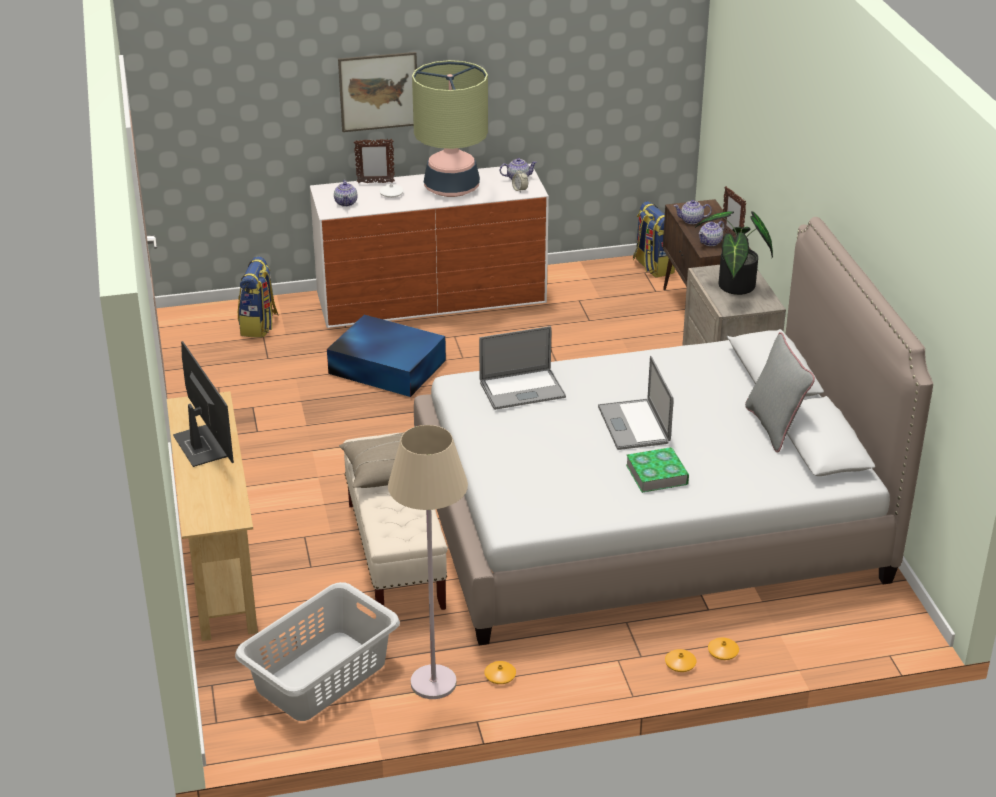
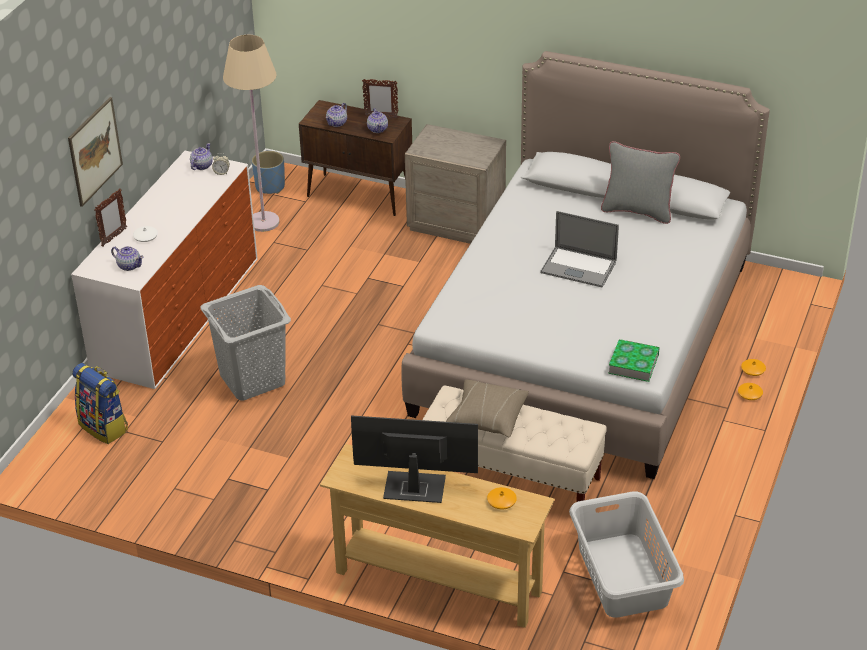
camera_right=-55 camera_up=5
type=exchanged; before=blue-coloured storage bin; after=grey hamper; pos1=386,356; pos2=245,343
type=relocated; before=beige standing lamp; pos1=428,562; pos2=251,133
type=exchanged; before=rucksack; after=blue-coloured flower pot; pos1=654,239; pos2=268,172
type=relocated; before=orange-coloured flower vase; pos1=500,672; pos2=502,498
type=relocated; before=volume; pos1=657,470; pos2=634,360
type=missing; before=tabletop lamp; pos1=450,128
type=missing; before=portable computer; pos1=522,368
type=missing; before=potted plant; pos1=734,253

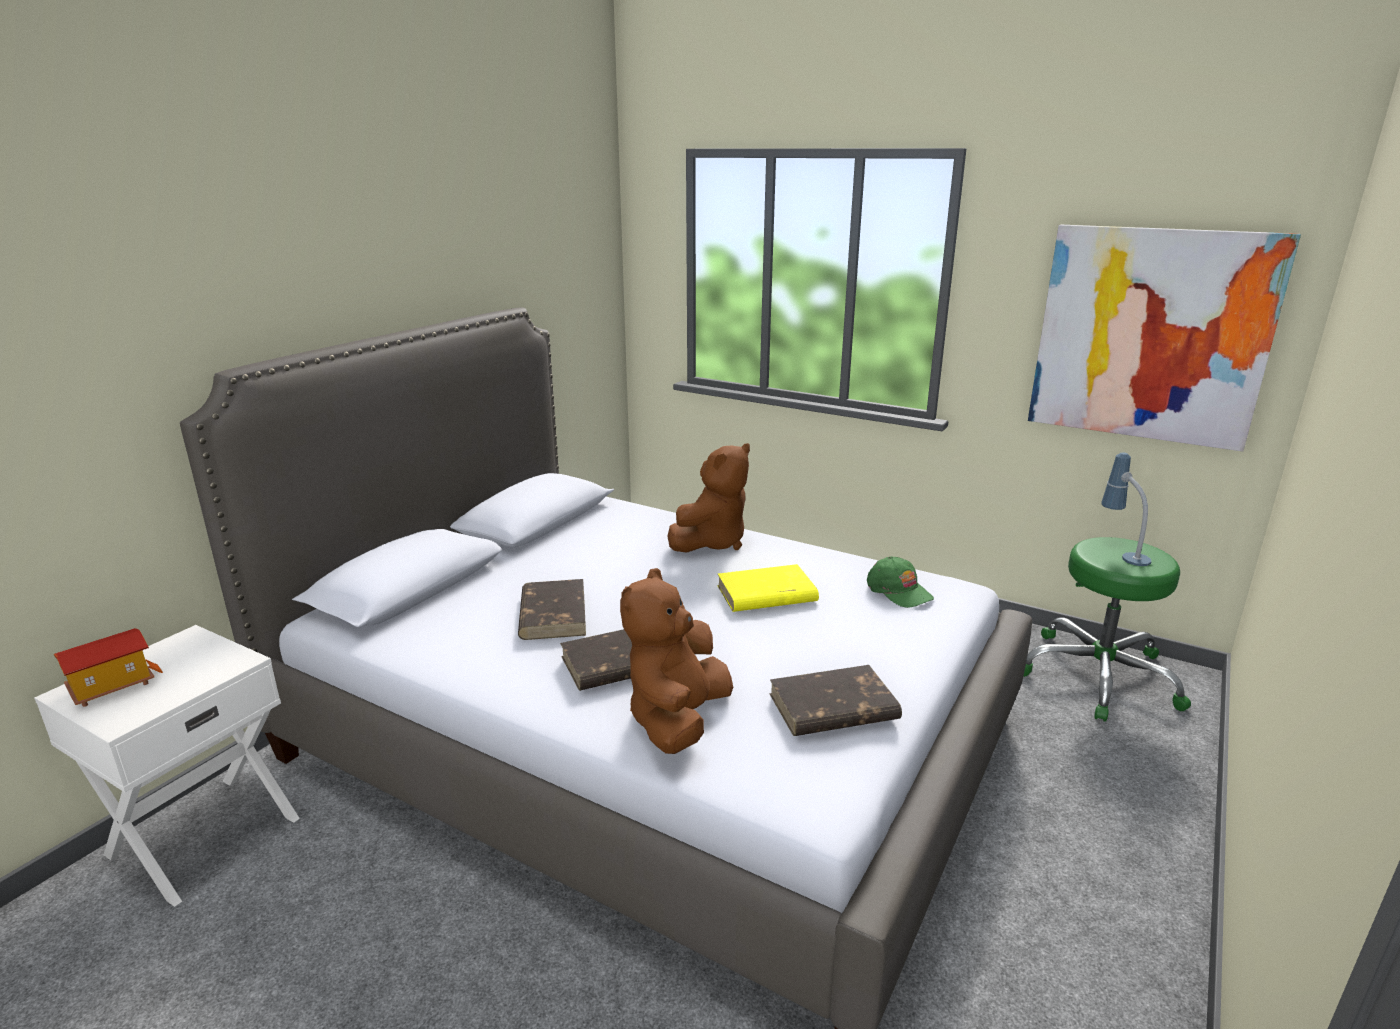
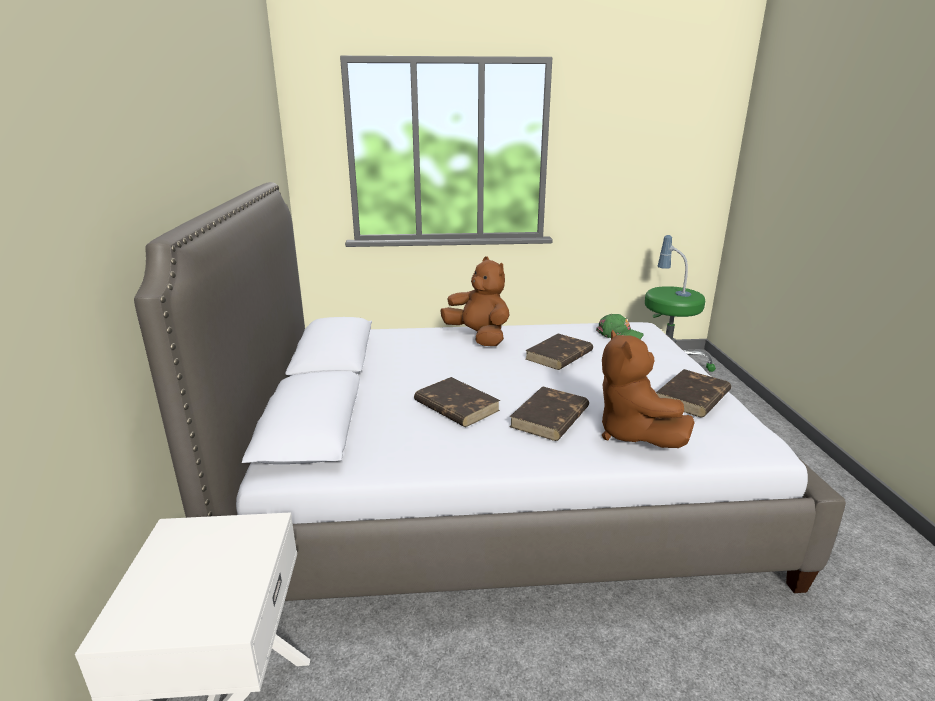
camera_right=-35 camera_up=0
type=spun; before=brownish soft toy; pos1=709,498; pos2=474,301; turn=-45
type=colour; before=yellow volume; after=brownish volume; pos1=768,588; pos2=559,351
type=missing; before=model house; pos1=108,667
type=missing; before=wall art; pos1=1164,338

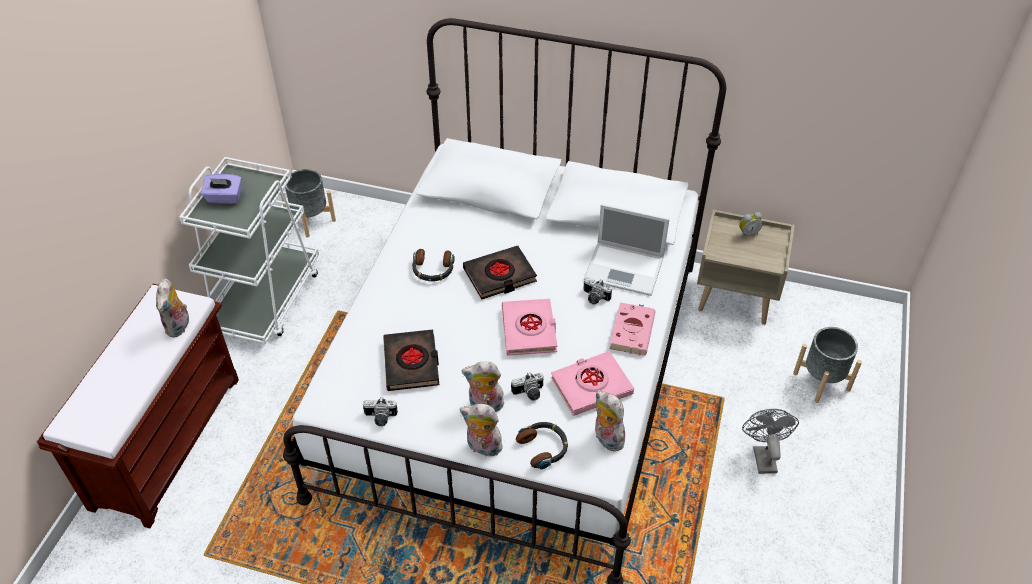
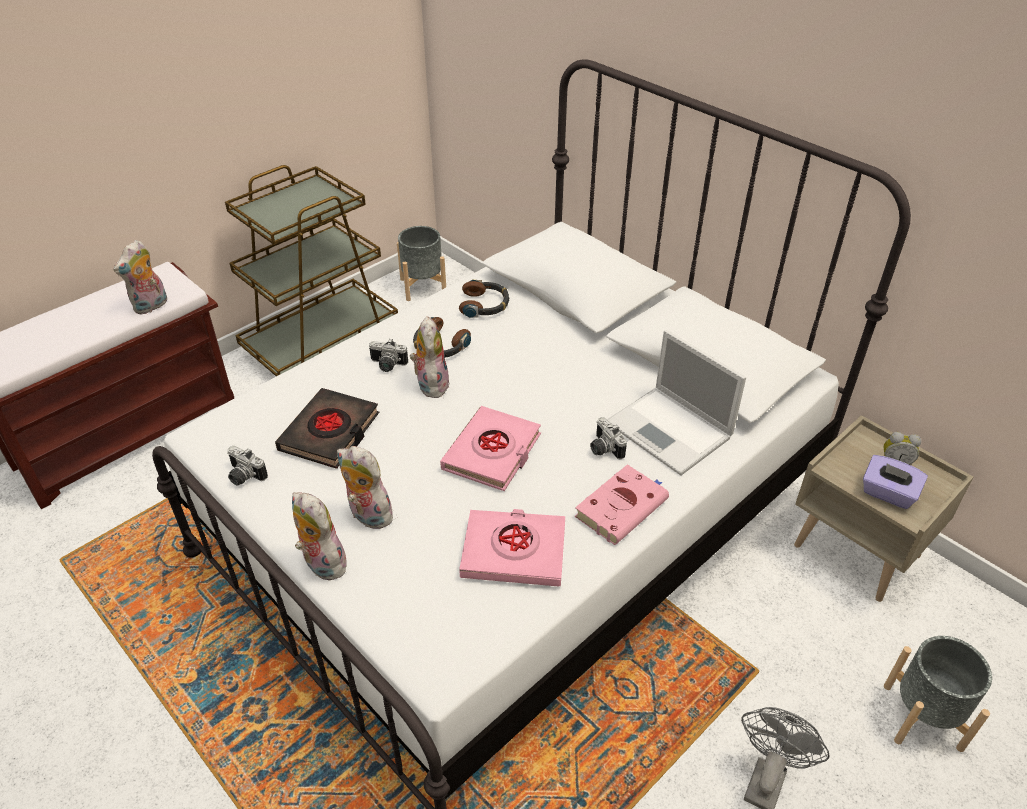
camera_right=30 camera_up=-5
type=colour; before=white-coloured trolley; after=brownish trolley; pos1=249,250; pos2=311,270
type=relocated; before=still camera; pos1=527,386; pos2=388,355
type=relocated; before=soft toy; pos1=610,420; pos2=430,357
type=relocated; before=headphones; pos1=542,445; pos2=484,298
type=relocated; before=purple-coloured tissue holder; pos1=221,189; pos2=895,482
type=missing; before=blackish volume; pos1=500,273

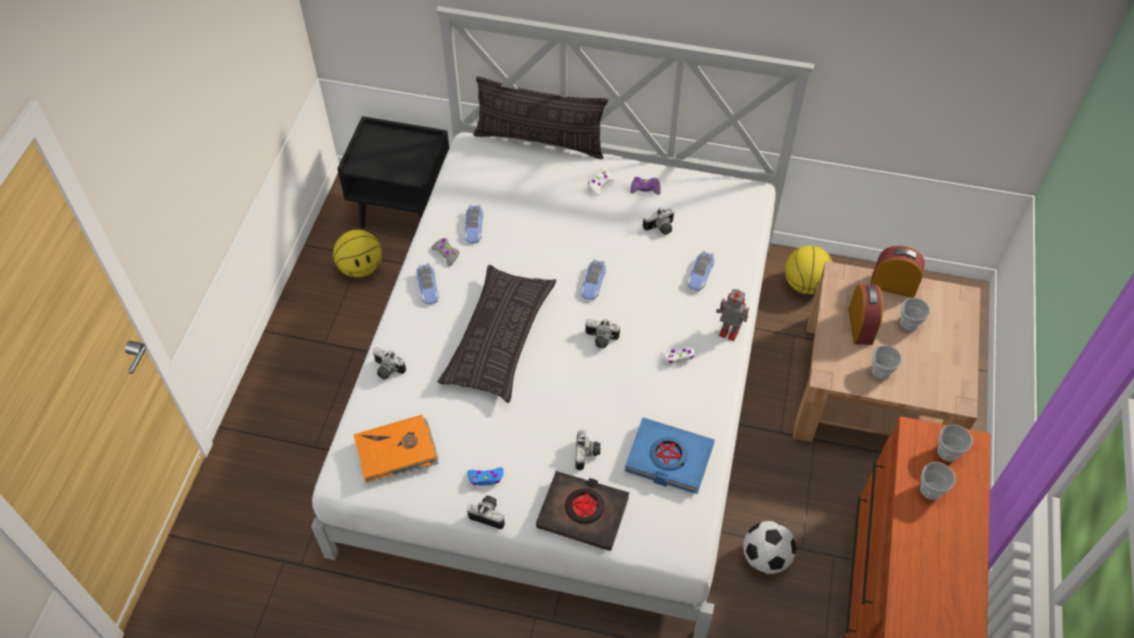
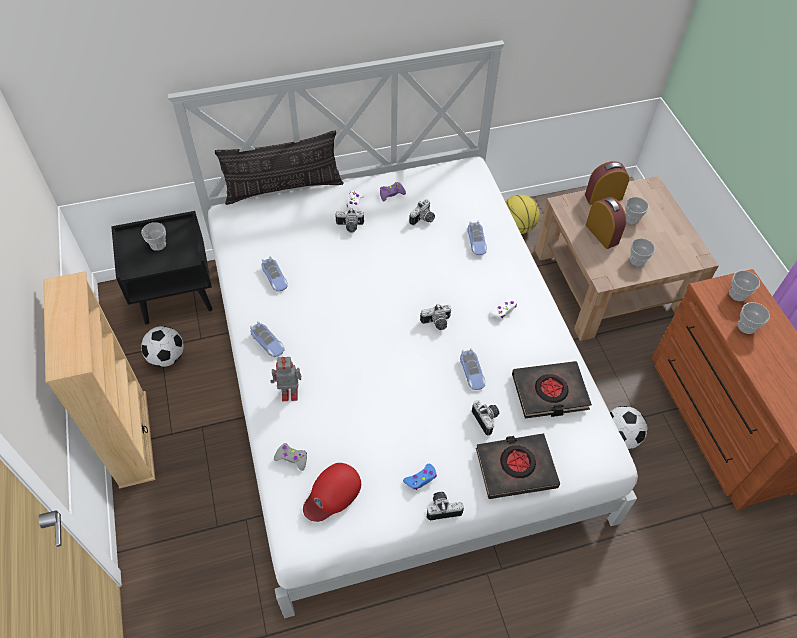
camera_right=-30 camera_up=0
type=appeared; after=beige shelving unit; pos2=99,379
type=appeared; after=drinking cup; pos2=153,236
type=exchanged; before=basketball ball; after=football ball; pos1=357,254; pos2=162,346
type=relocated; before=robot figure; pos1=732,315; pos2=285,379
type=relocated; before=grey joypad; pos1=445,252; pos2=290,457
type=exchanged; before=orange-coloured volume; after=red baseball cap; pos1=396,449; pos2=332,492
type=relocated; before=still camera; pos1=389,363; pos2=349,220
type=relocated; before=model car; pos1=593,279; pos2=472,369
type=colour; before=blue-coloured volume; after=blackish volume; pos1=670,456; pos2=552,389
type=missing; before=throw pillow; pos1=496,334

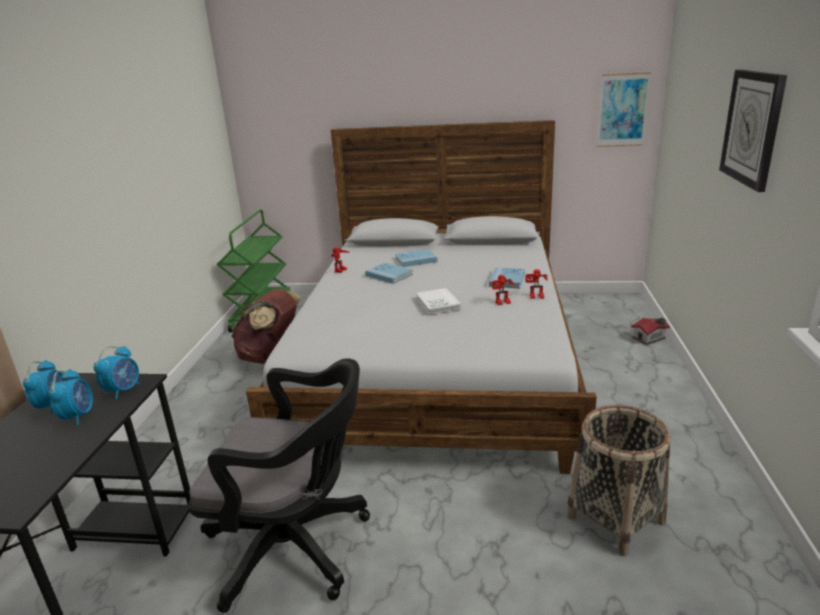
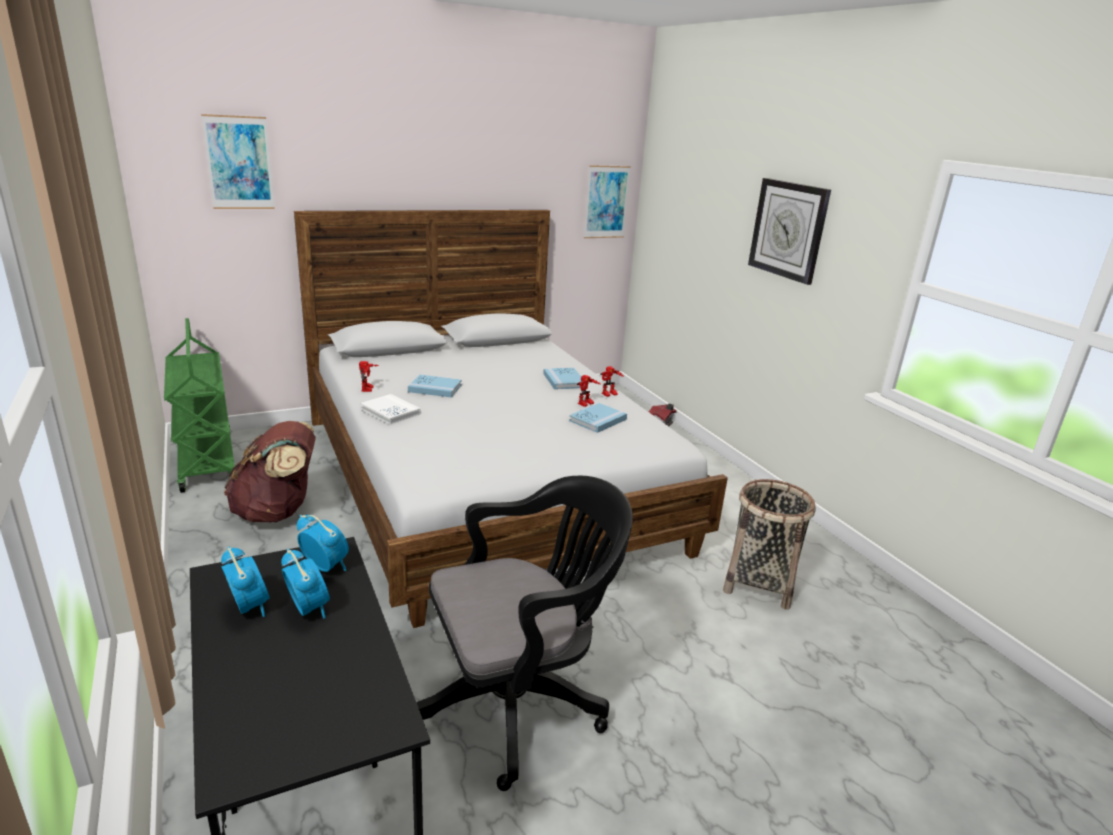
camera_right=-35 camera_up=0
type=appeared; after=wall art; pos2=238,161
type=spun; before=table clock; pos1=116,373; pos2=323,543; turn=-45
type=relocated; before=white-coloured volume; pos1=438,301; pos2=391,409
type=relocated; before=blue-coloured volume; pos1=416,258; pos2=598,418

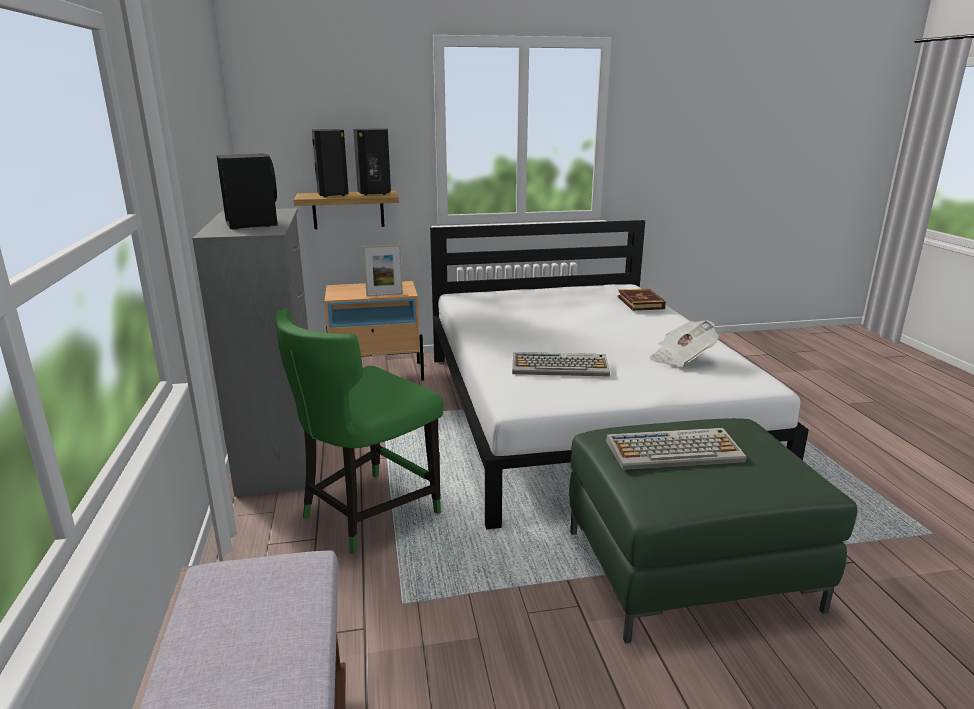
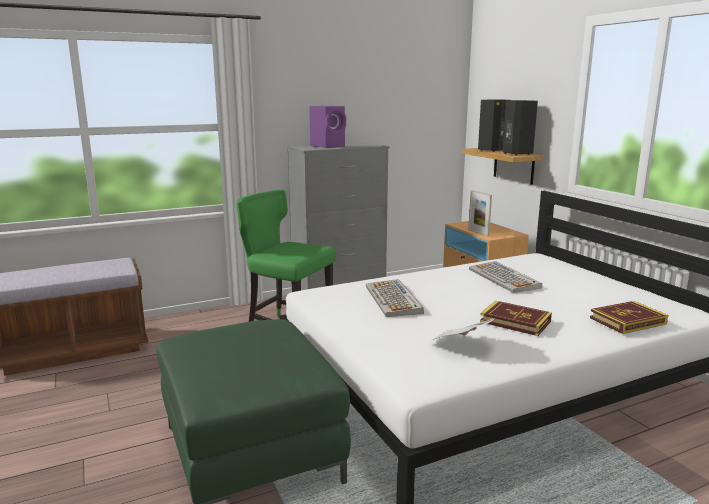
camera_right=75 camera_up=-5
type=colour; before=blackish loudspeaker; after=purple-coloured loudspeaker; pos1=247,191; pos2=327,127
type=relocated; before=computer keyboard; pos1=676,449; pos2=505,277
type=appeared; after=volume; pos2=516,318

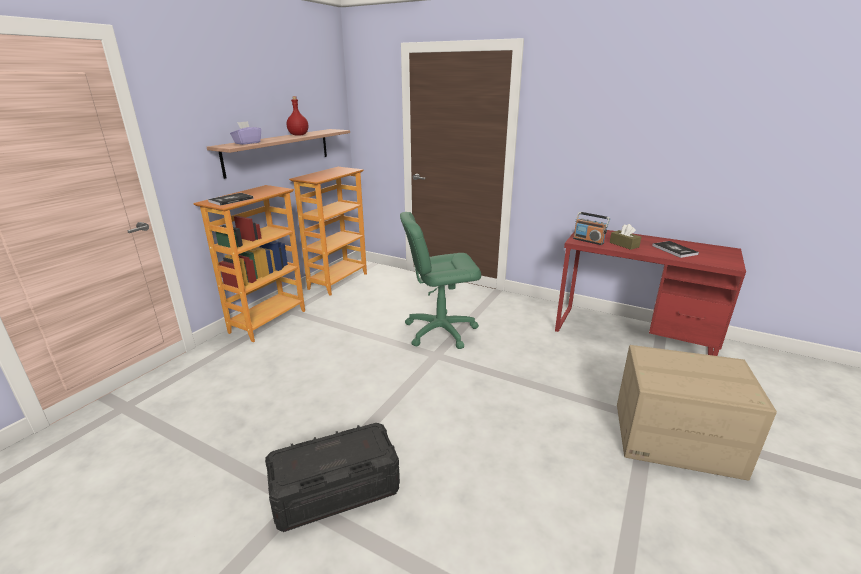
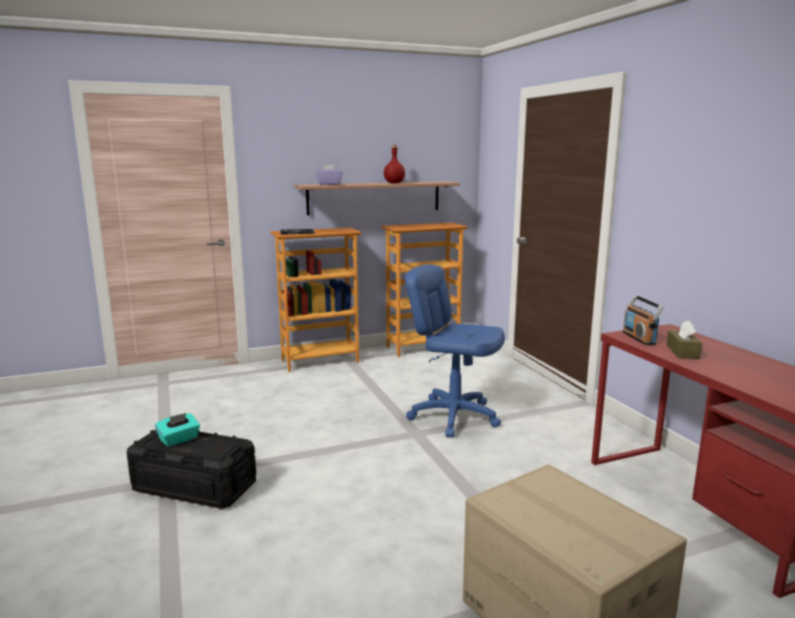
camera_right=40 camera_up=-10
type=appeared; after=turquoise tissue holder; pos2=177,430
type=colour; before=green office chair; after=blue-coloured office chair; pos1=440,280; pos2=455,350
type=missing; before=volume; pos1=675,249

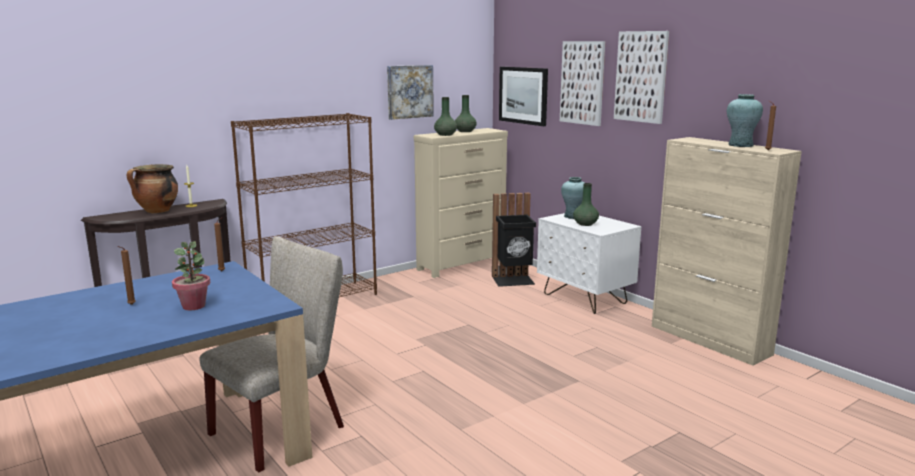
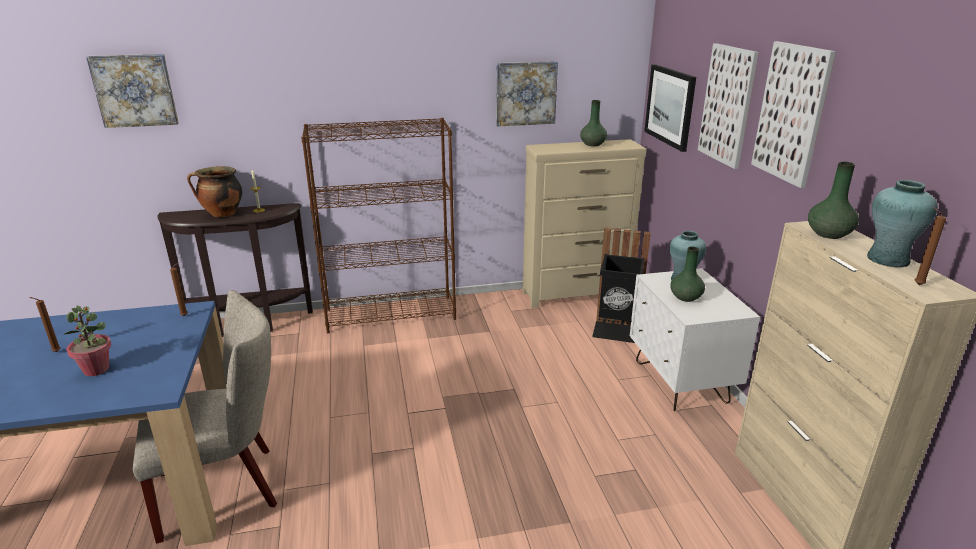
camera_right=25 camera_up=10
type=appeared; after=wall art; pos2=132,91
type=relocated; before=green flower vase; pos1=445,116; pos2=833,200

